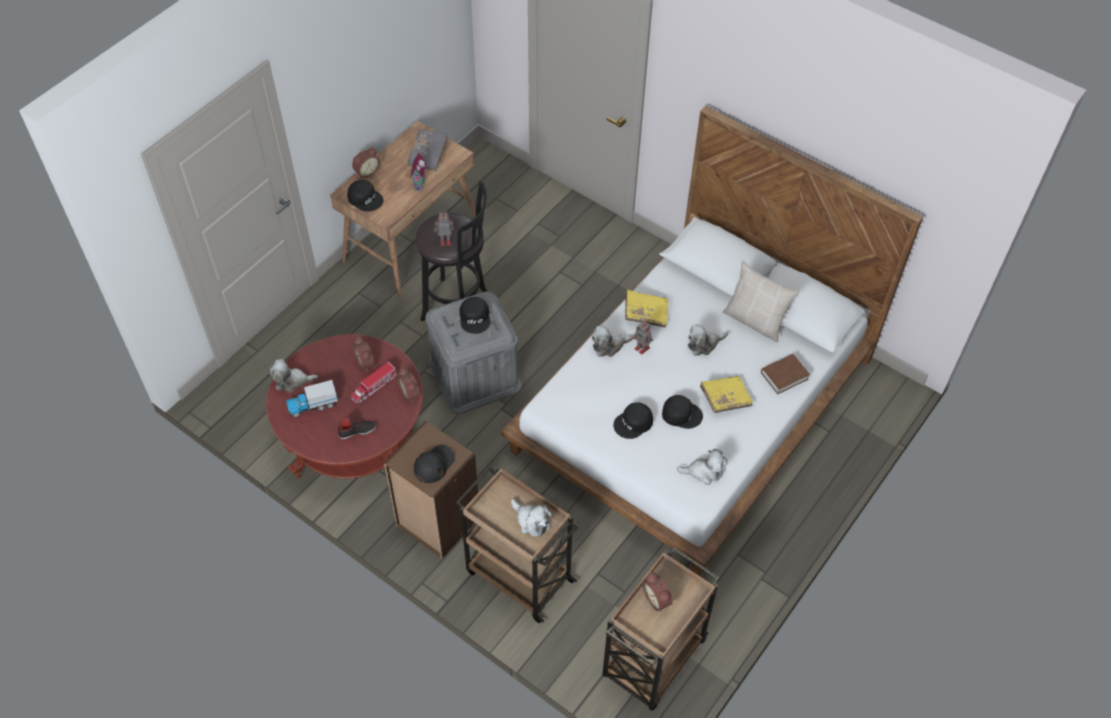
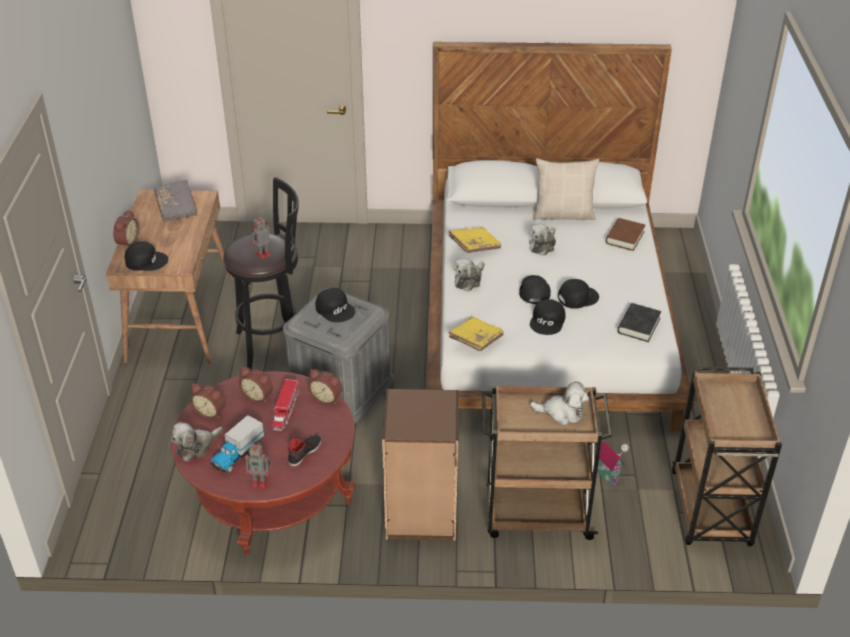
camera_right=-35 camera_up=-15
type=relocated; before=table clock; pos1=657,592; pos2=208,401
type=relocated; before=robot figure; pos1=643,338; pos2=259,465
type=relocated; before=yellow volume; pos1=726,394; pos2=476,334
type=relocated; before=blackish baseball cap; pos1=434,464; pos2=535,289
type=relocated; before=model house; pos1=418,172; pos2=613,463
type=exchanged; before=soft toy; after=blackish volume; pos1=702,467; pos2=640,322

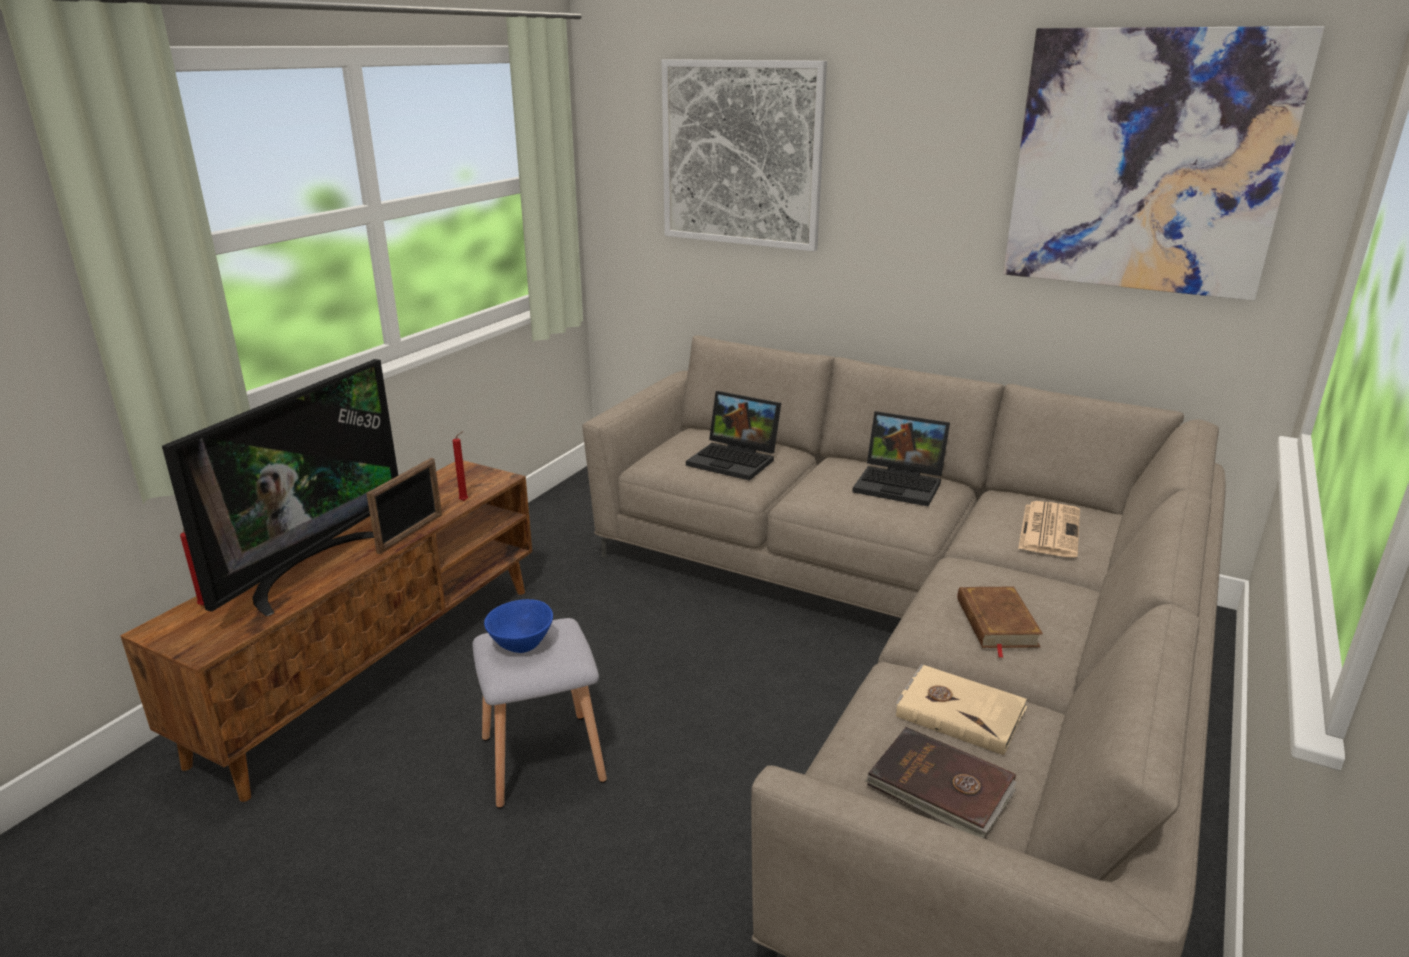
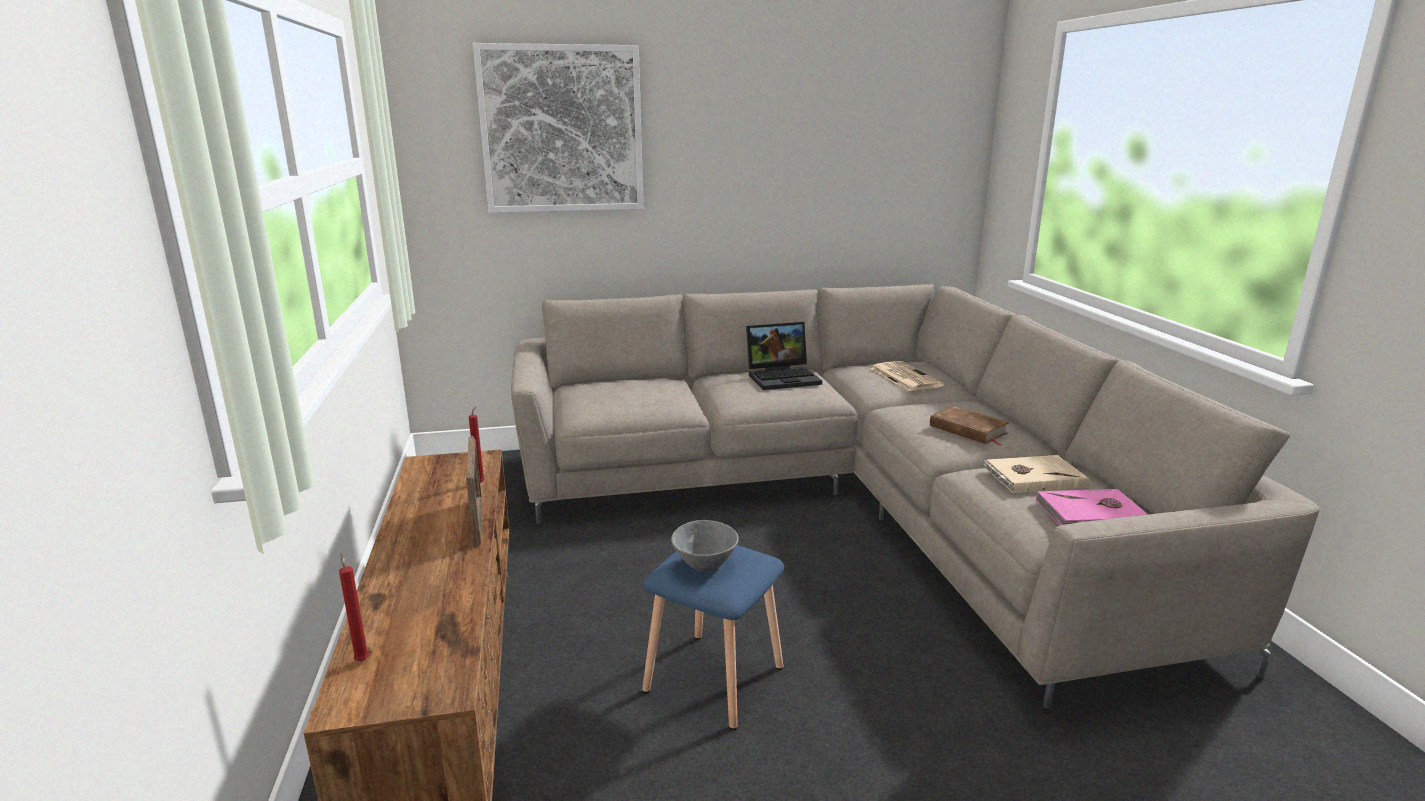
camera_right=-40 camera_up=-5
type=colour; before=grey stool; after=blue-coloured stool; pos1=539,713; pos2=713,637
type=colour; before=blue-coloured bowl; after=grey bowl; pos1=518,626; pos2=705,546
type=colour; before=brownish volume; after=pinkish volume; pos1=941,782; pos2=1092,507
type=missing; before=TV set; pos1=280,487
type=missing; before=portable computer; pos1=733,436
type=missing; before=wall art; pos1=1164,163

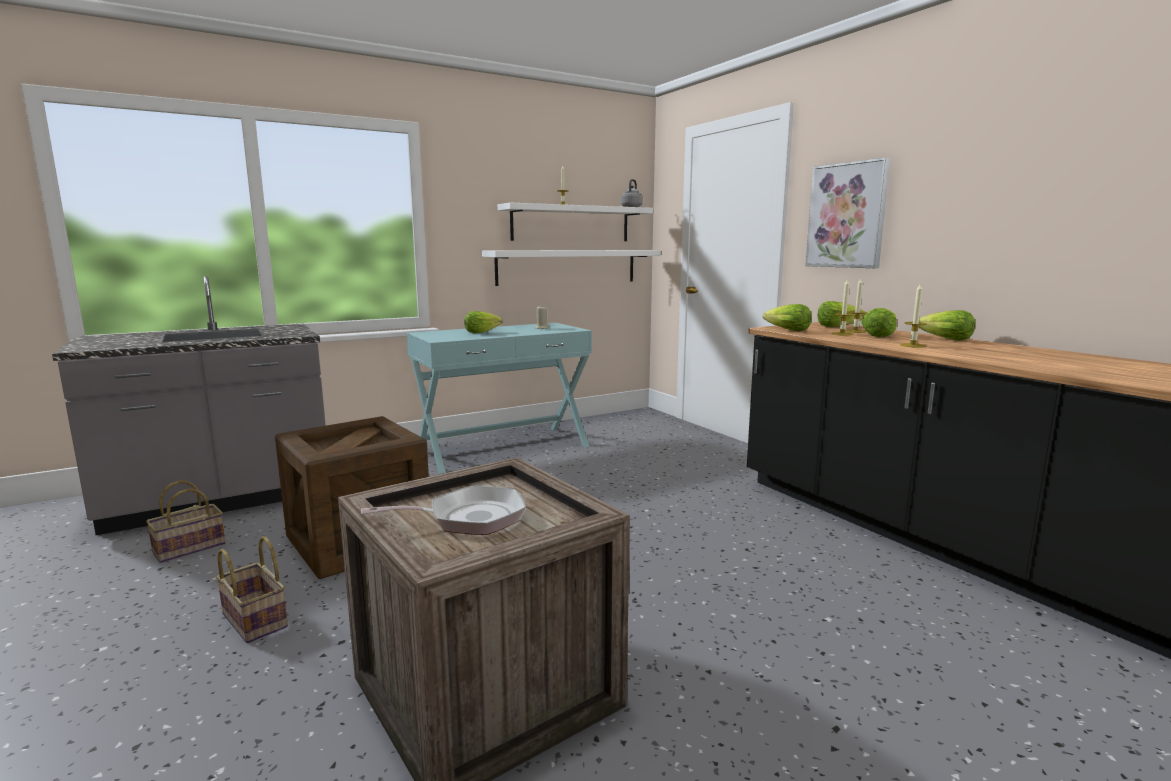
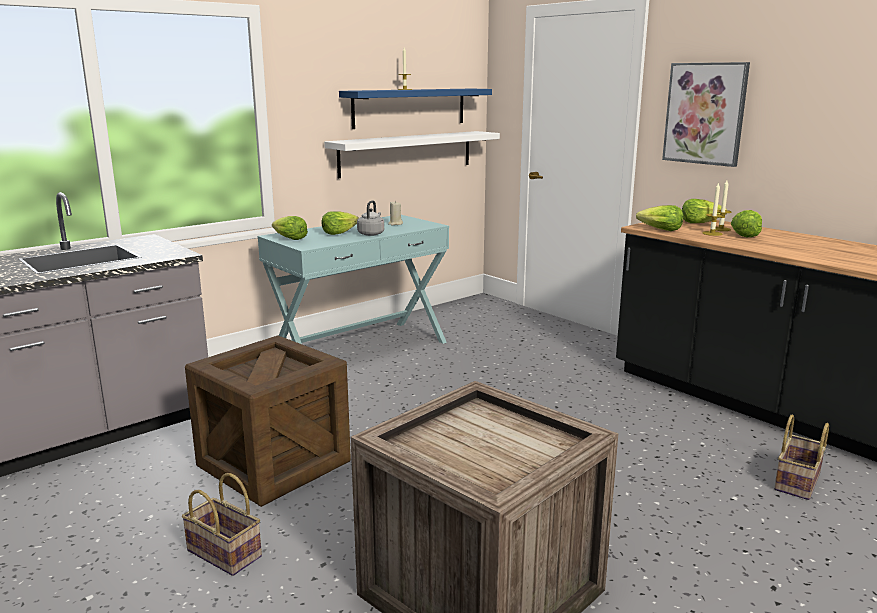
camera_right=-10 camera_up=5
type=relocated; before=head of lettuce; pos1=946,325; pos2=290,228
type=colour; before=white-coloured shelf; after=blue-coloured shelf; pos1=575,222; pos2=415,109
type=relocated; before=grey kettle; pos1=632,193; pos2=370,218
type=relocated; before=household basket; pos1=186,521; pos2=801,457
type=missing; before=skillet; pos1=443,510
type=missing; before=wax candle; pos1=913,316

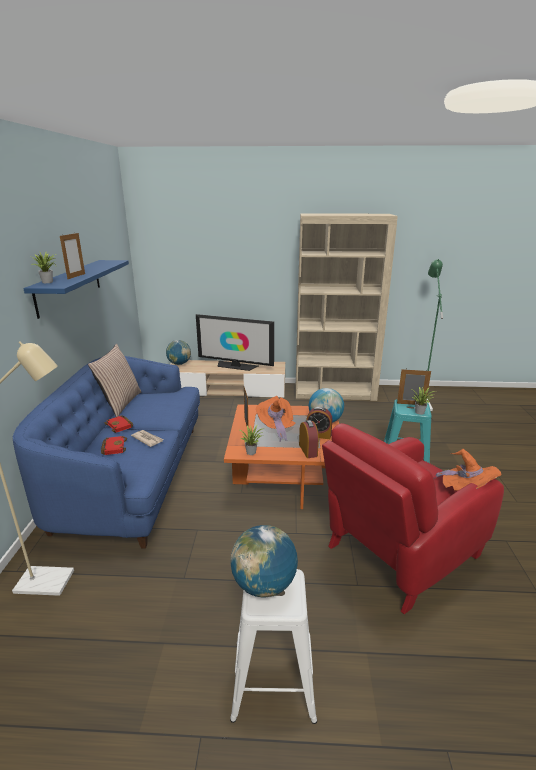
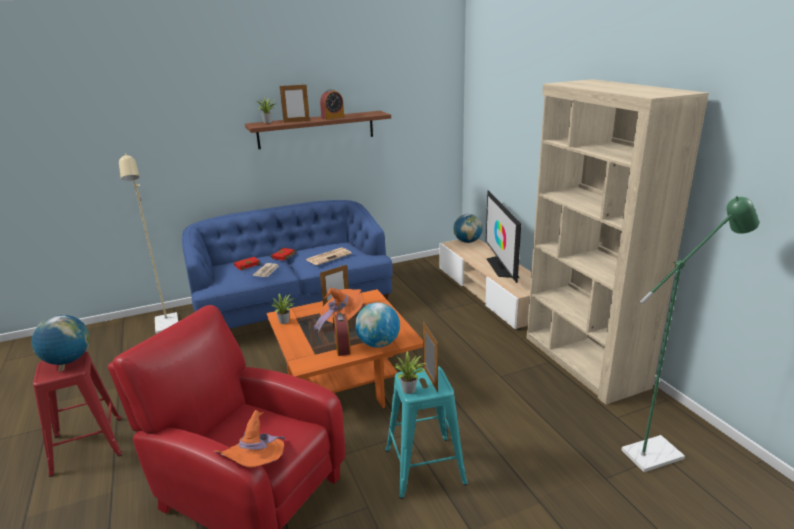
camera_right=65 camera_up=0
type=colour; before=white-coloured stool; after=red stool; pos1=273,646; pos2=77,414
type=colour; before=blue-coloured shelf; after=brownish shelf; pos1=76,289; pos2=318,130
type=appeared; after=newspaper; pos2=329,256
type=relocated; before=table clock; pos1=309,439; pos2=332,104
type=missing; before=throw pillow; pos1=115,380

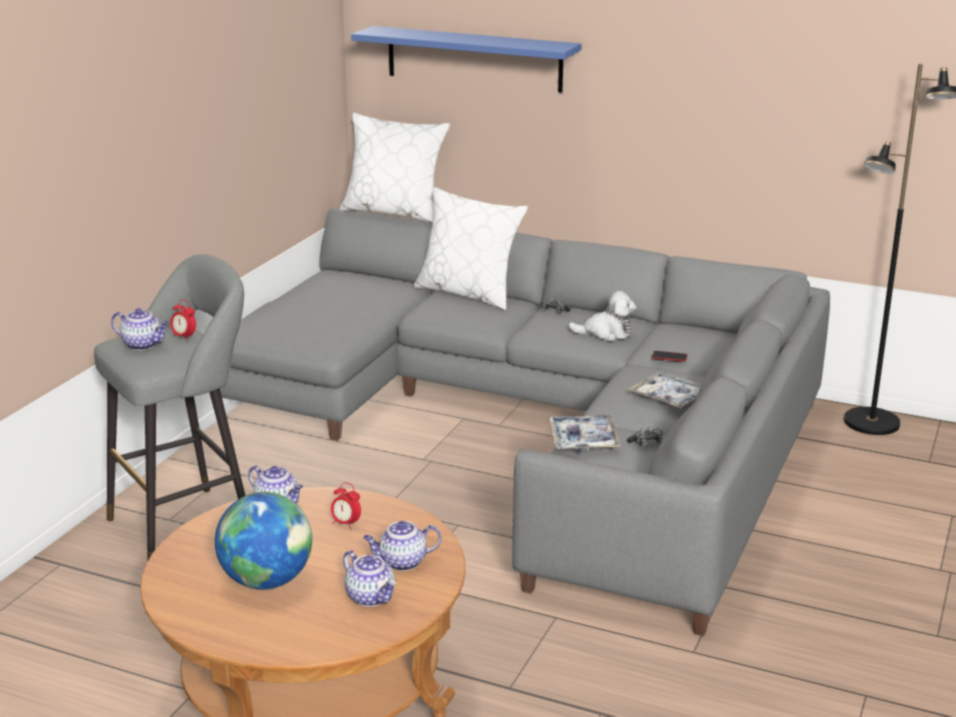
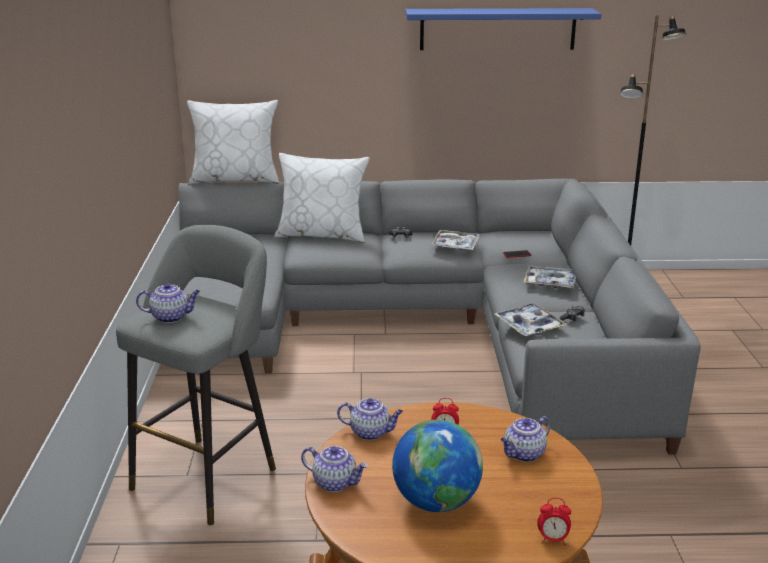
camera_right=-25 camera_up=0
type=relocated; before=teapot; pos1=369,578; pos2=334,469
type=relocated; before=blue-coloured shelf; pos1=466,59; pos2=503,29
type=exchanged; before=soft toy; after=tray; pos1=602,316; pos2=455,240
type=relocated; before=table clock; pos1=183,320; pos2=554,521

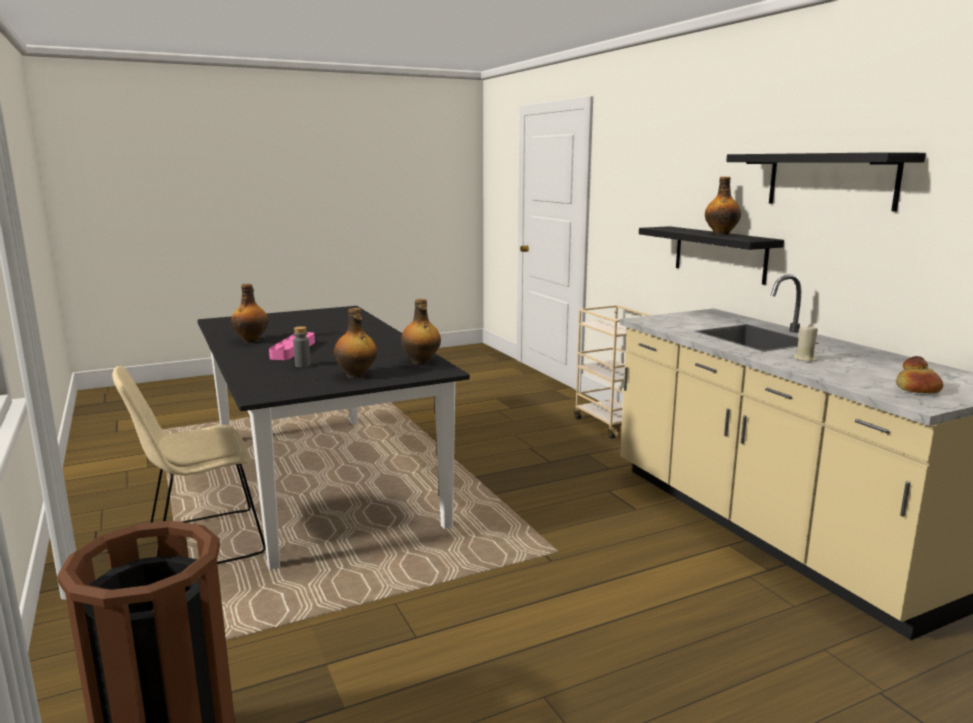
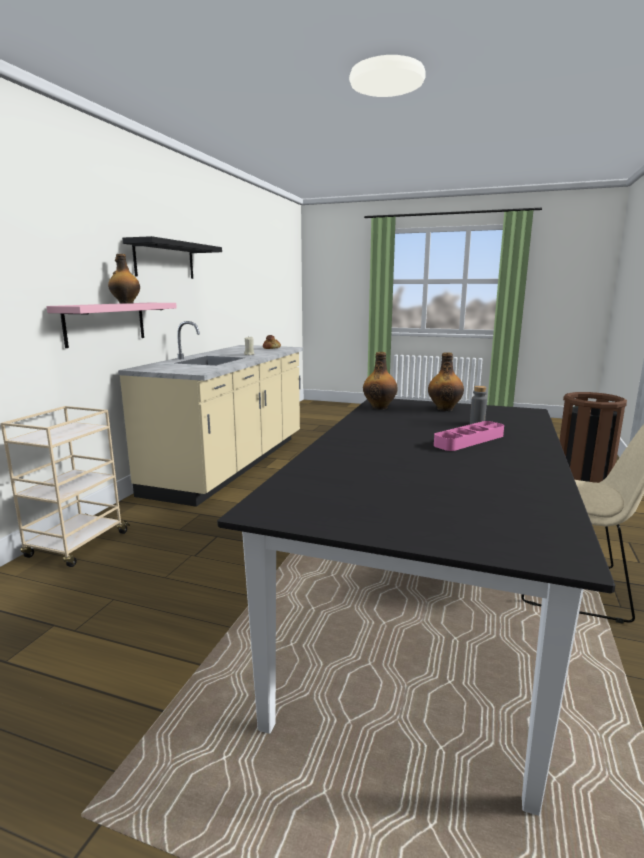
camera_right=-135 camera_up=0
type=colour; before=blackish shelf; after=pinkish shelf; pos1=711,255; pos2=111,325
type=missing; before=beverage bottle; pos1=249,313

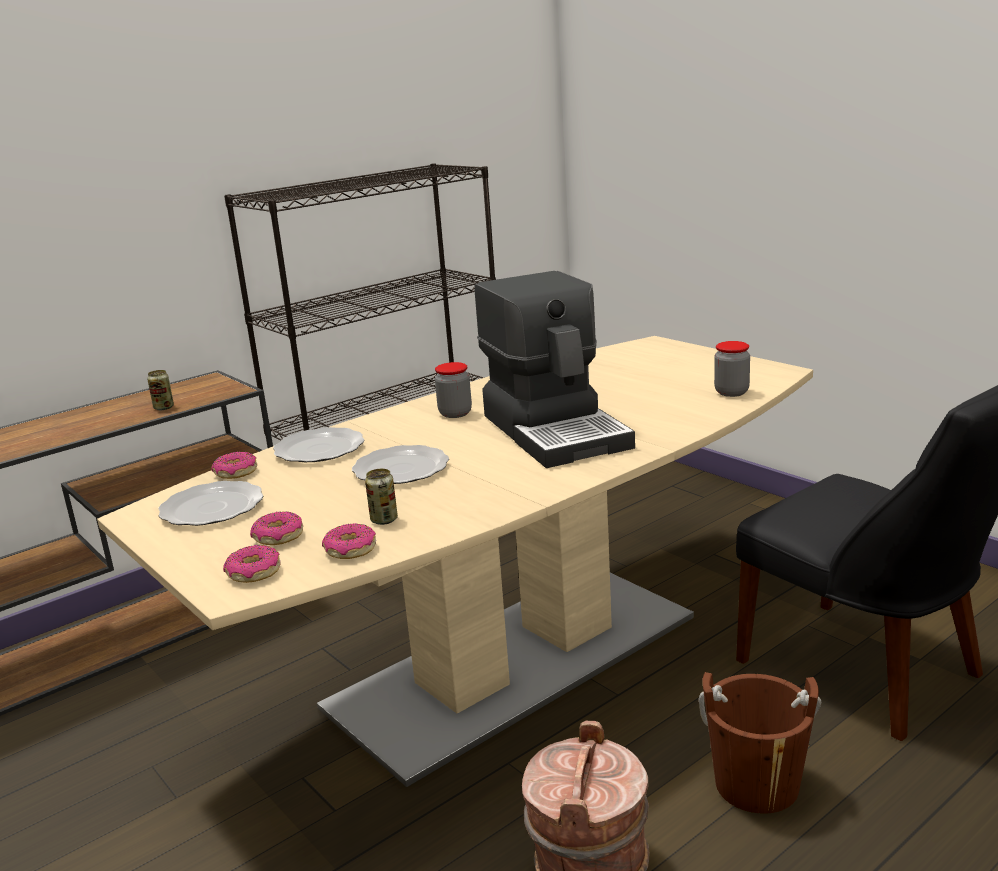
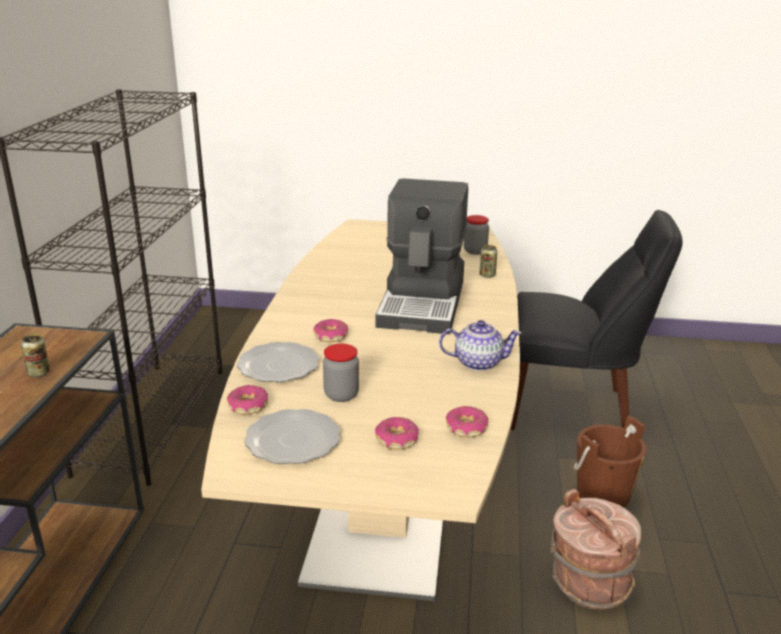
camera_right=-45 camera_up=5
type=relocated; before=ring doughnut; pos1=252,564; pos2=330,330
type=relocated; before=jar; pos1=453,390; pos2=341,373
type=spun; before=coffee maker; pos1=555,369; pos2=421,256; turn=75
type=appeared; after=teapot; pos2=480,345
type=relocated; before=can; pos1=381,497; pos2=488,261
type=missing; before=dinner plate; pos1=400,464

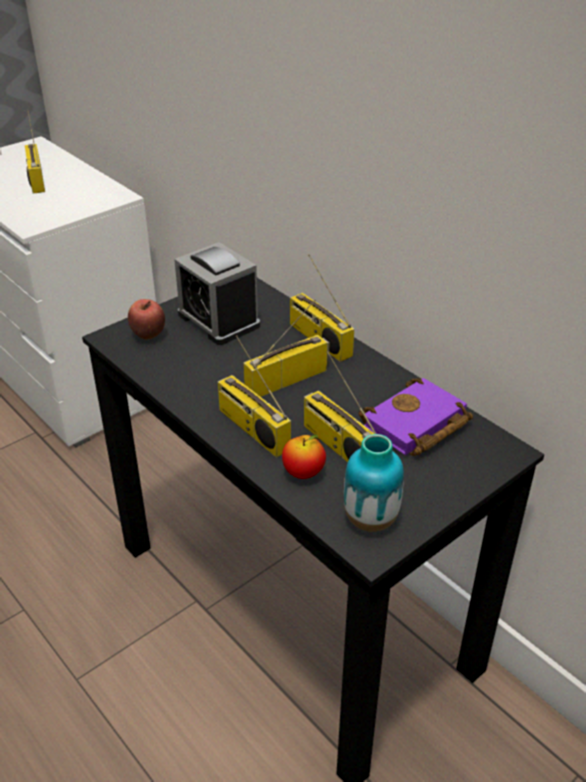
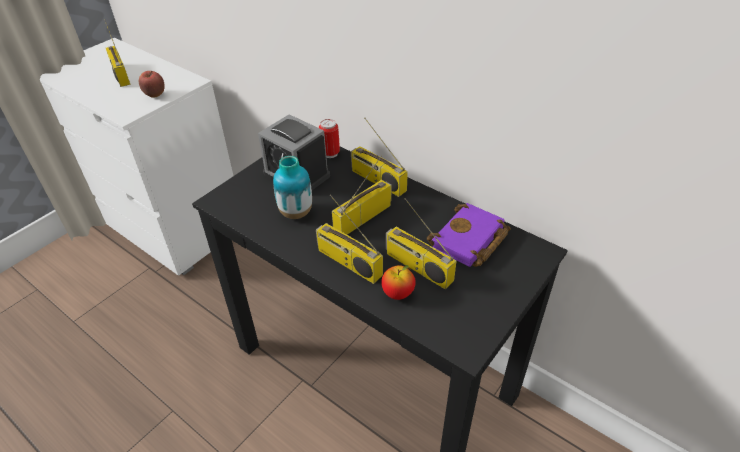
camera_right=-10 camera_up=5
type=relocated; before=apple; pos1=146,319; pos2=152,84
type=relocated; before=flower vase; pos1=374,483; pos2=292,187
type=appeared; after=can; pos2=329,138

